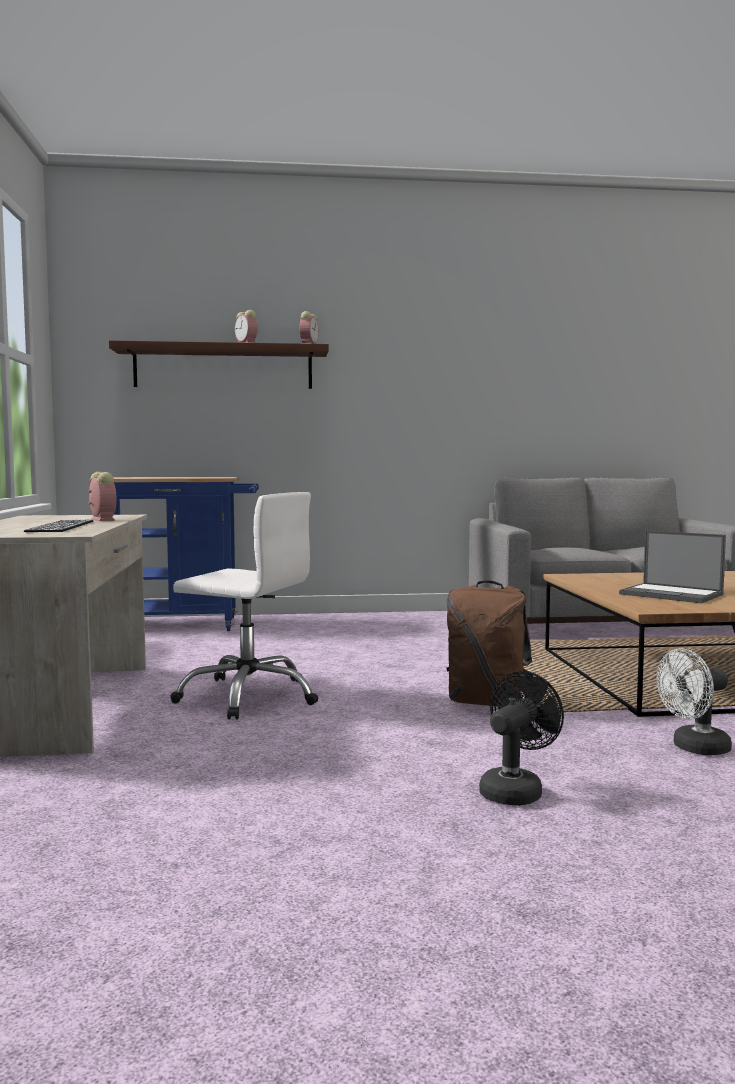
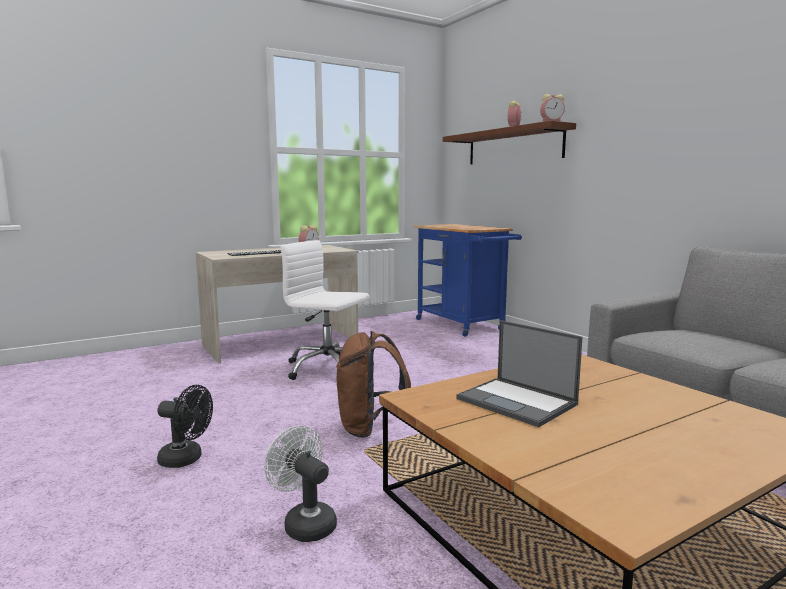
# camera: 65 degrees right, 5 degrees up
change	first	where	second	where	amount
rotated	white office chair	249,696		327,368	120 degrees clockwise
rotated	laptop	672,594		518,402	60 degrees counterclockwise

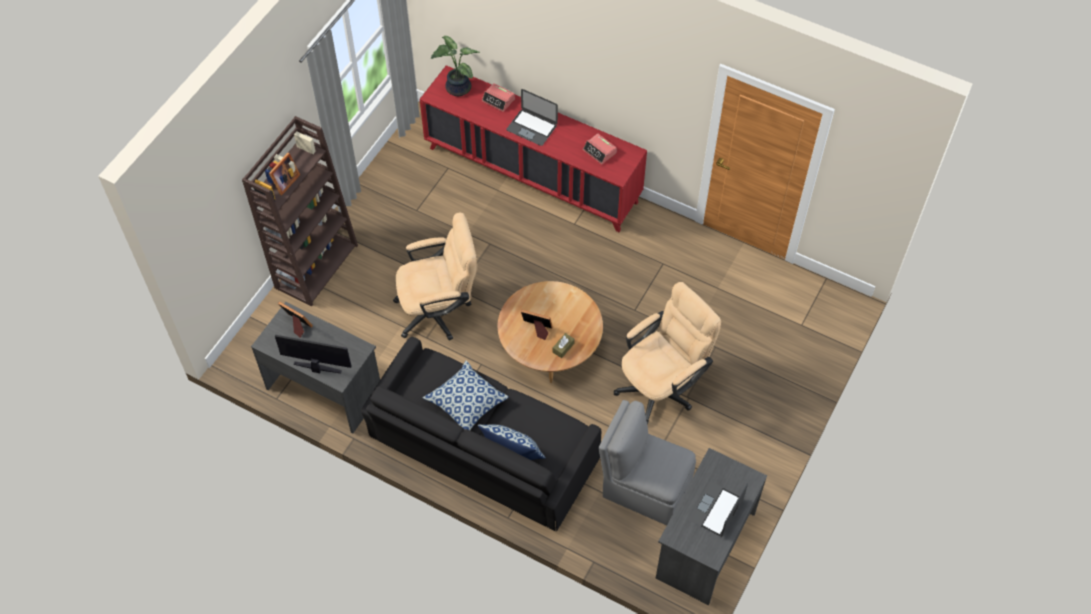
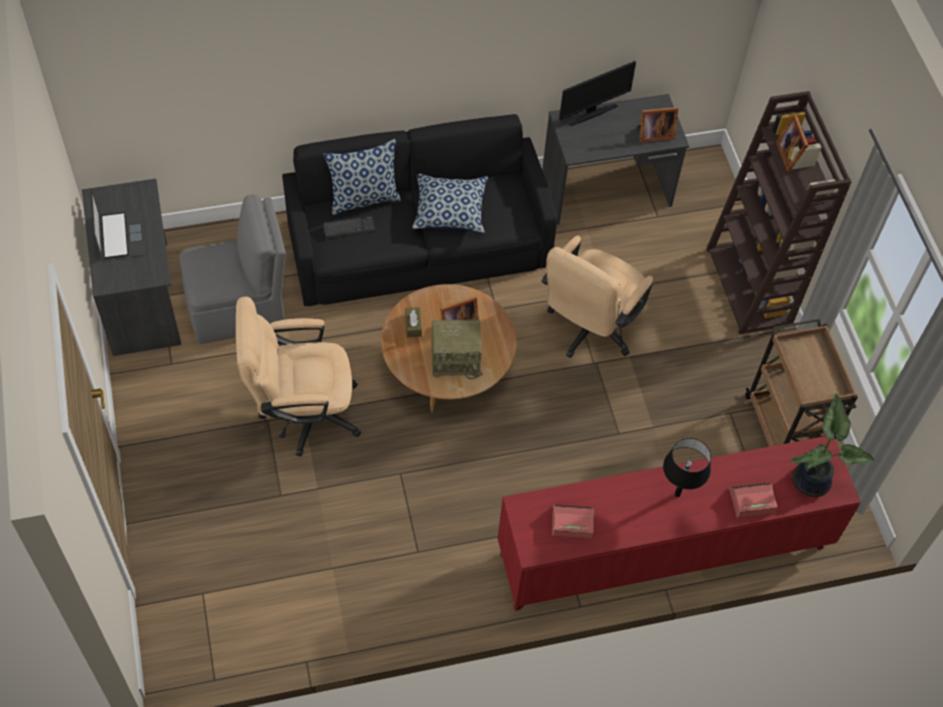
# camera: 135 degrees right, 0 degrees up
change	first	where	second	where	amount
swapped	laptop	532,127	black table lamp	677,494	
rotated	beige office chair	662,386		302,413	75 degrees clockwise
new			keyboard	349,228	
new			radio	456,360	
new			brown cart	785,429	

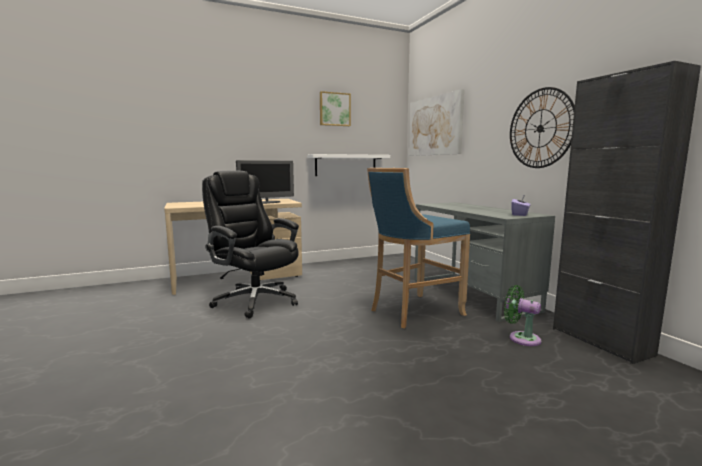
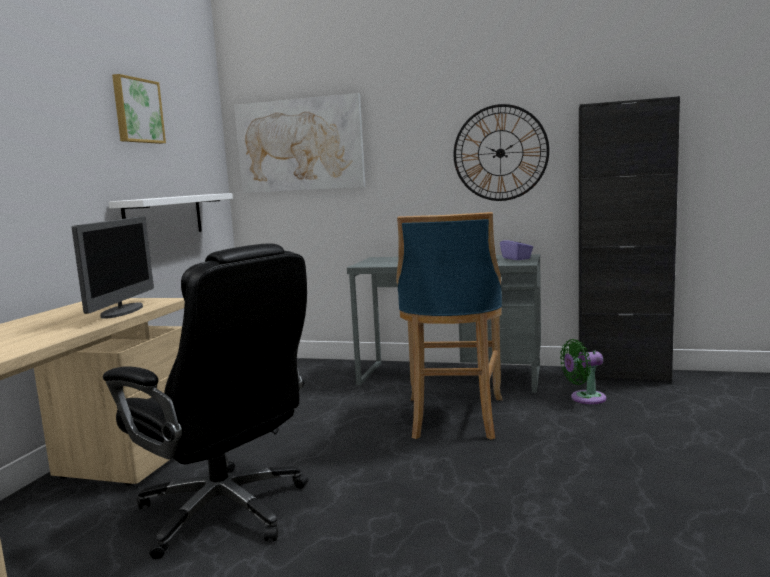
# camera: 50 degrees left, 0 degrees up
change	first	where	second	where	amount
rotated	black office chair	254,301		225,511	135 degrees counterclockwise

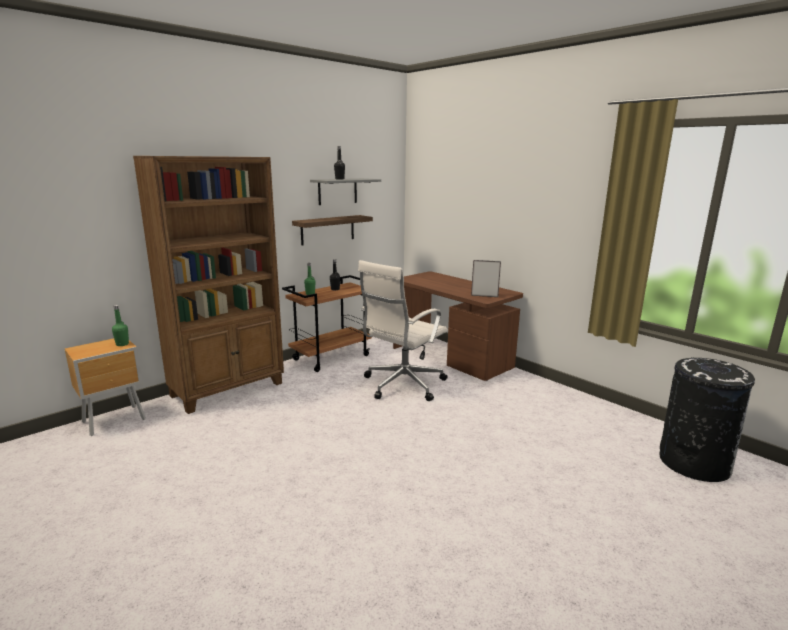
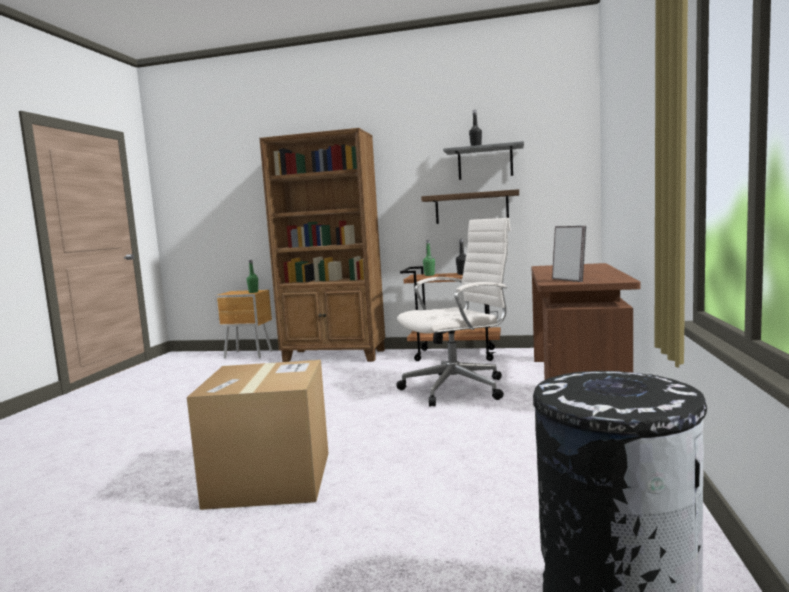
# camera: 55 degrees right, 10 degrees down
change	first	where	second	where	amount
rotated	white office chair	402,385		458,388	150 degrees clockwise
new			cardboard box	270,478	

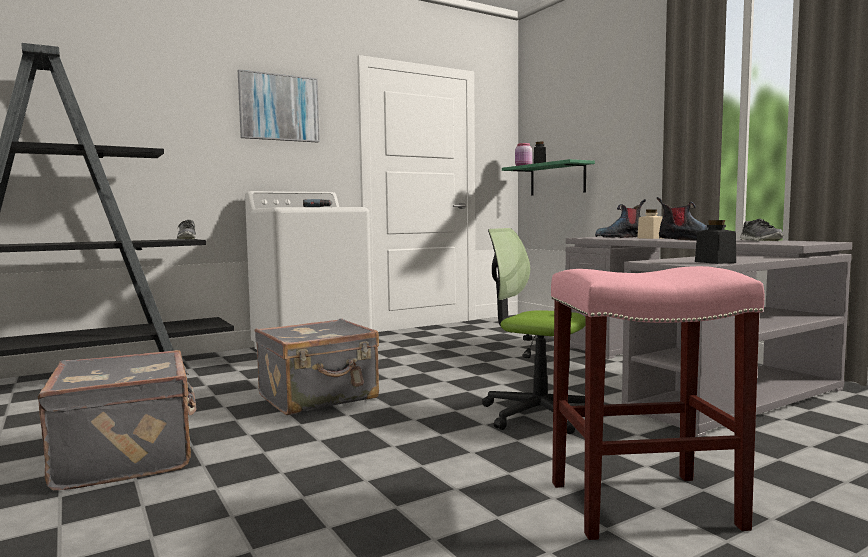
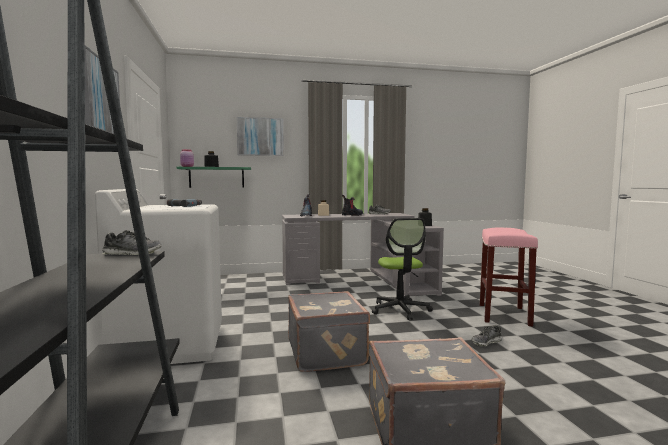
# camera: 70 degrees left, 0 degrees up
change	first	where	second	where	amount
rotated	office chair	537,414		400,310	60 degrees counterclockwise
new			picture	260,136	
new			shoe	486,342	

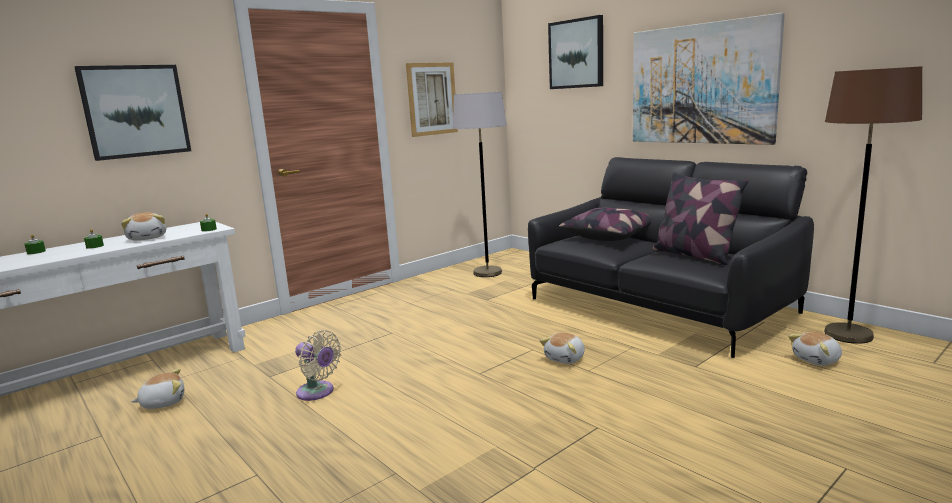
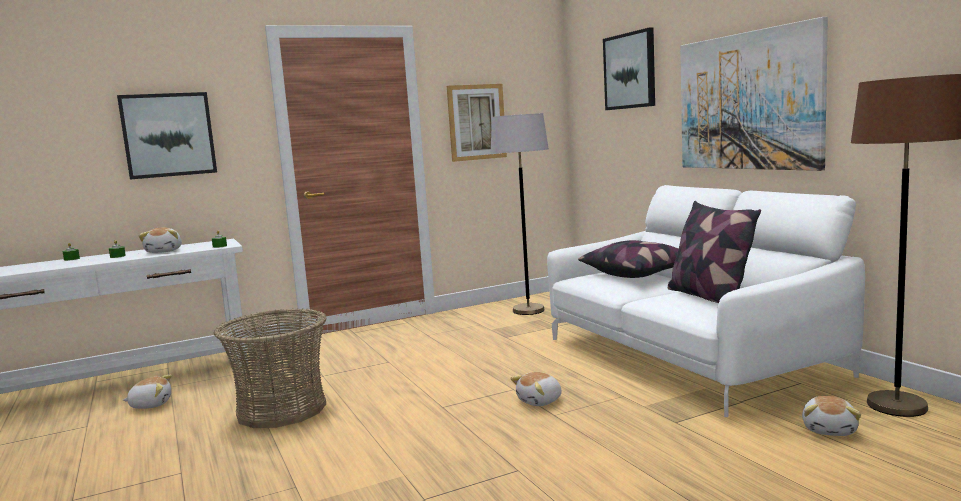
# camera: 15 degrees right, 5 degrees down
change	first	where	second	where	amount
repainted	black sofa	658,306	white sofa	688,357	
swapped	beige fan	318,392	basket	281,409	
rotated	plush toy	817,360		830,429	60 degrees counterclockwise

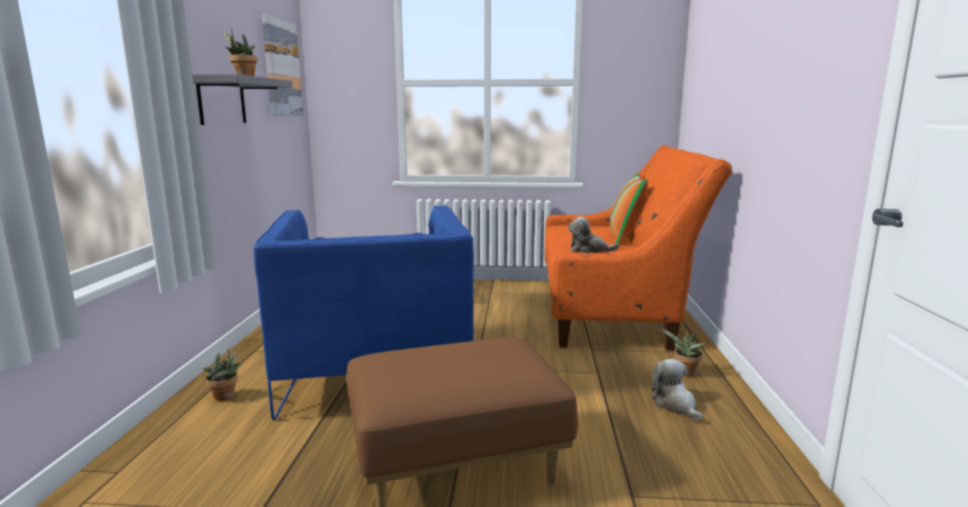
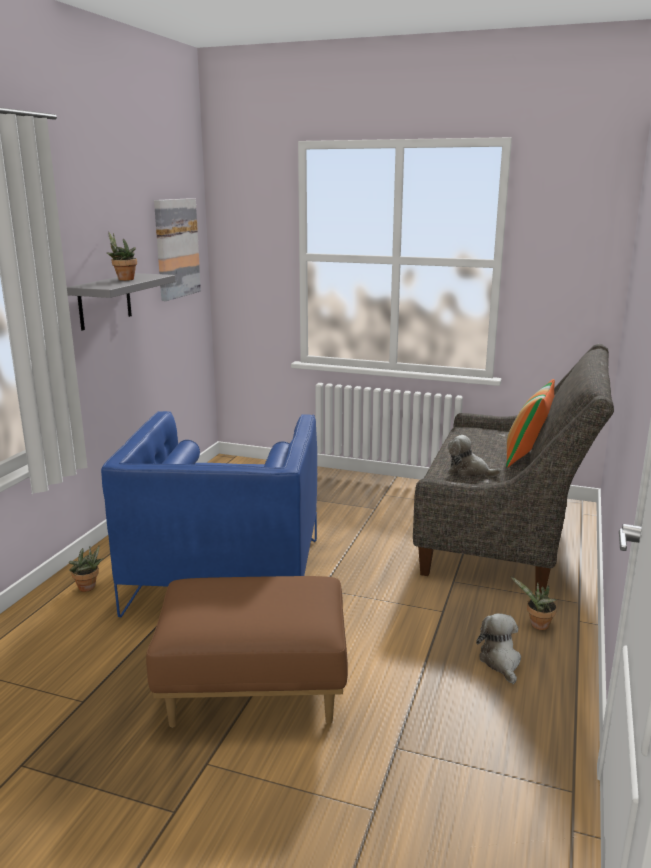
# camera: 15 degrees right, 5 degrees up
change	first	where	second	where	amount
repainted	orange sofa	614,312	grey sofa	508,536	

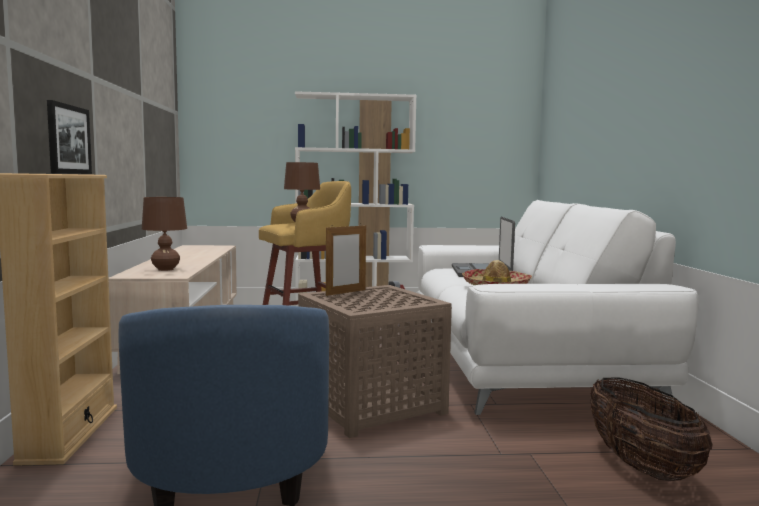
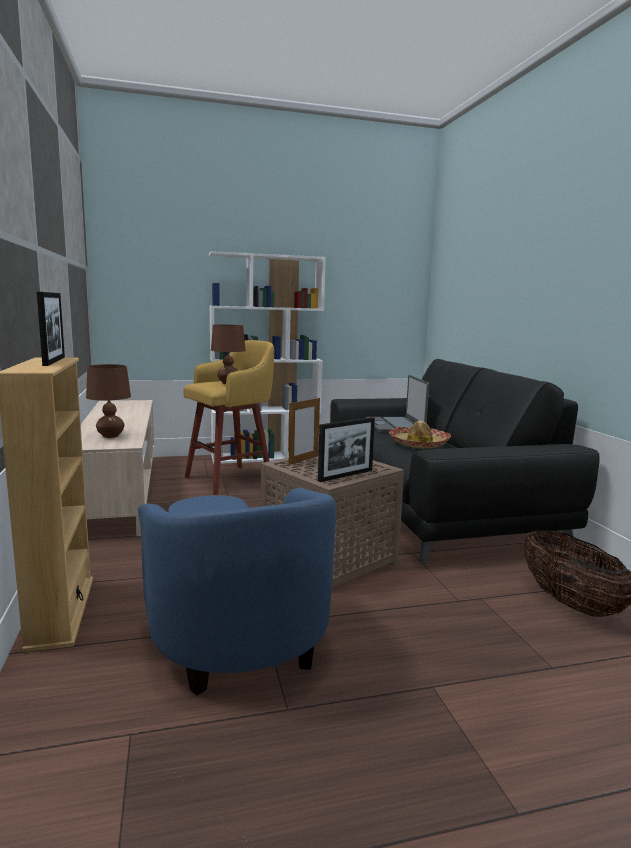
# camera: 10 degrees left, 5 degrees up
change	first	where	second	where	amount
repainted	white sofa	519,358	black sofa	432,502	
new			picture frame	345,475	

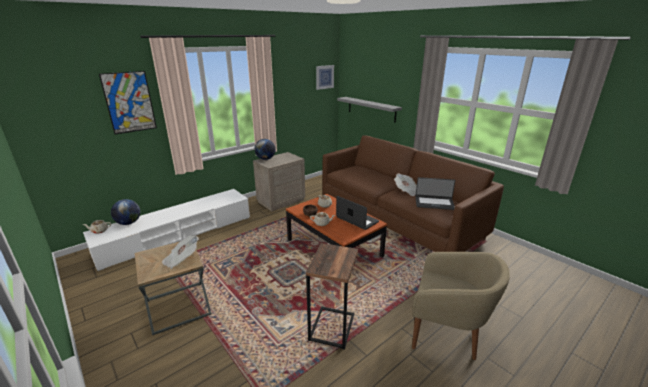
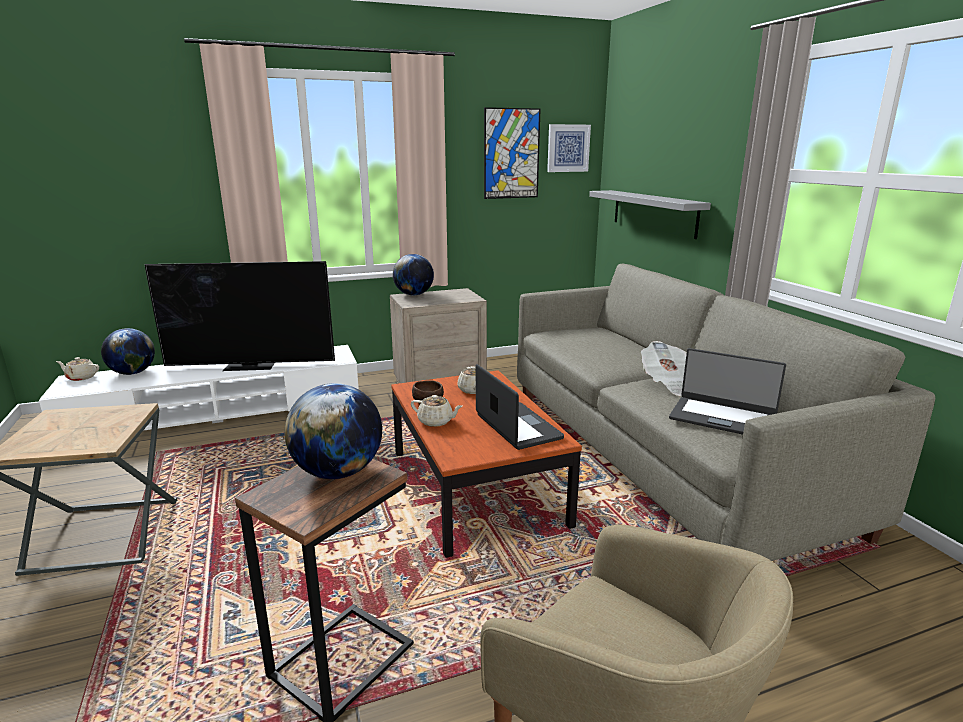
# camera: 20 degrees right, 5 degrees down
change	first	where	second	where	amount
shifted	picture	129,102		511,154	
repainted	brown sofa	397,220	grey sofa	661,456	
gone	newspaper	181,260			
new			television	251,365	
new			globe	338,472	

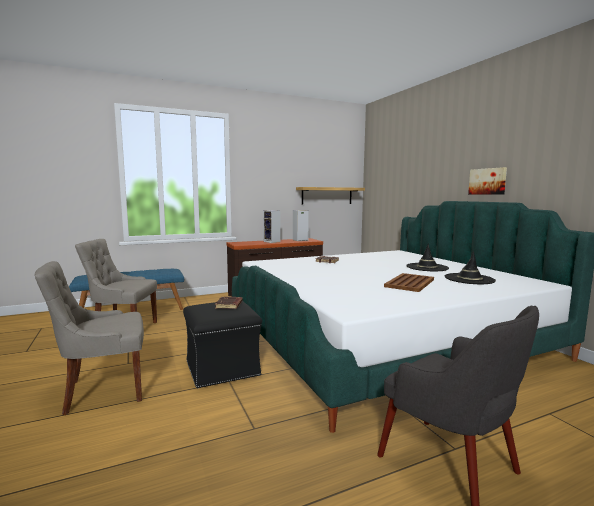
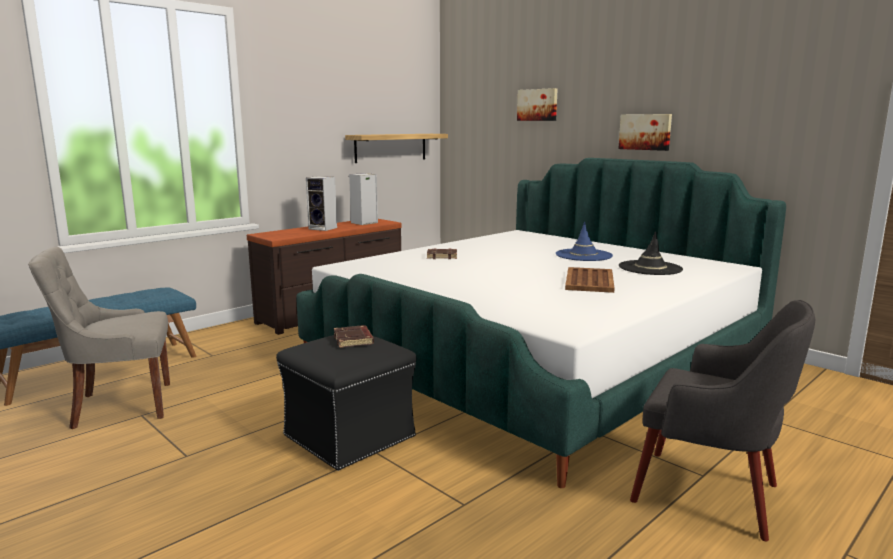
# camera: 20 degrees left, 5 degrees up
change	first	where	second	where	amount
repainted	black hat	427,267	blue hat	583,255	
gone	grey chair	102,390			
new			picture	538,105	

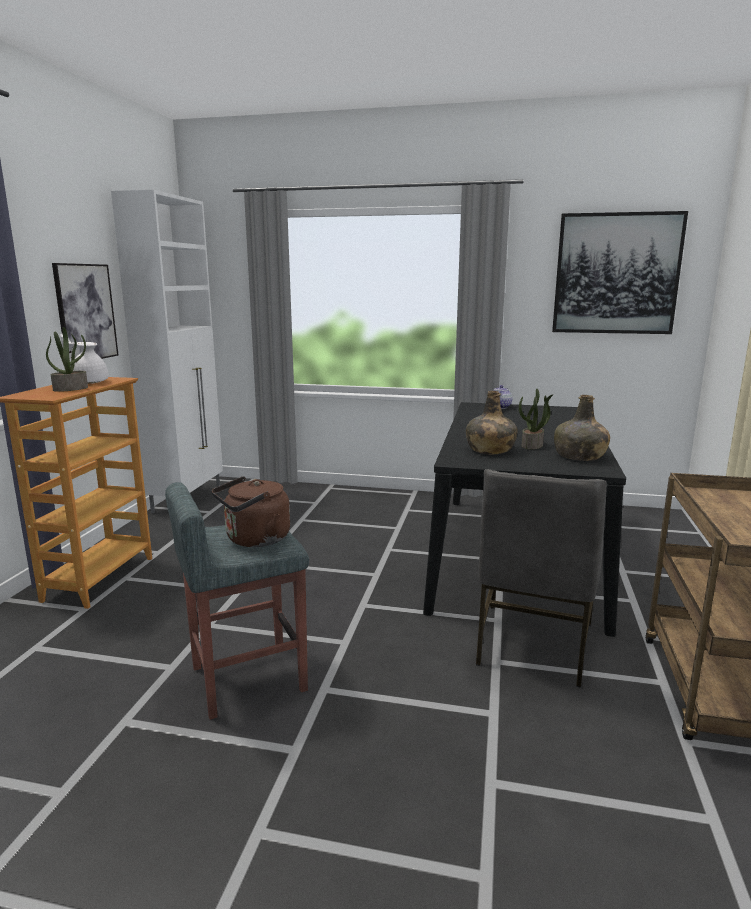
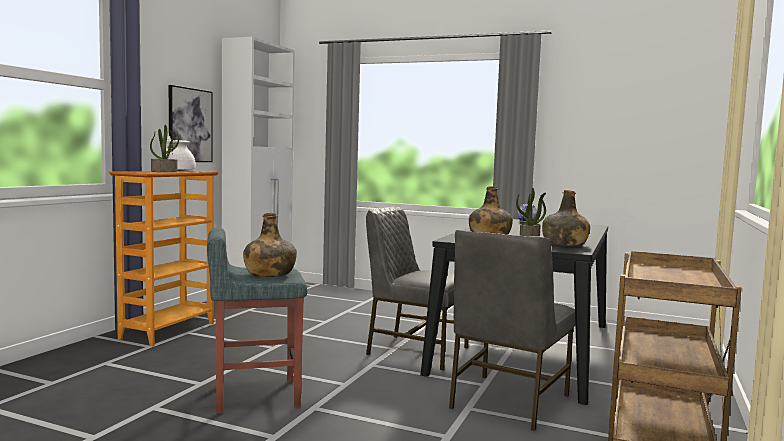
# camera: 10 degrees right, 10 degrees down
change	first	where	second	where	amount
gone	picture	616,274			
swapped	brown kettle	254,540	green bottle	269,274	
new			grey chair	415,351	

